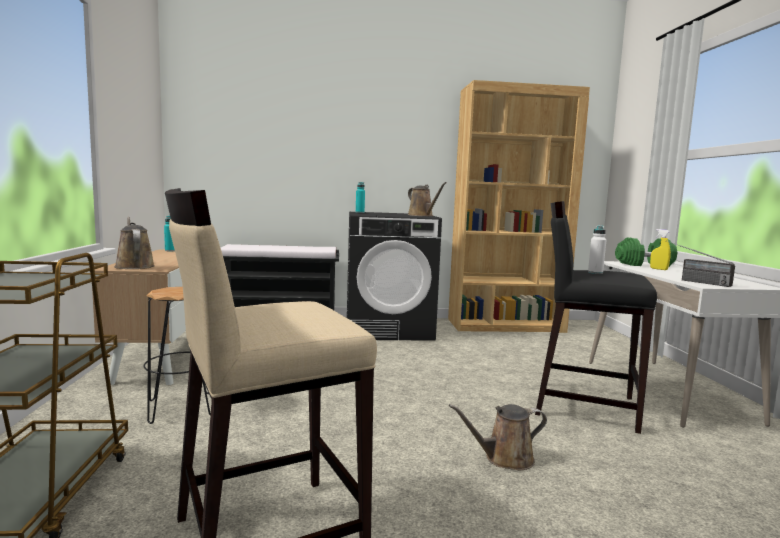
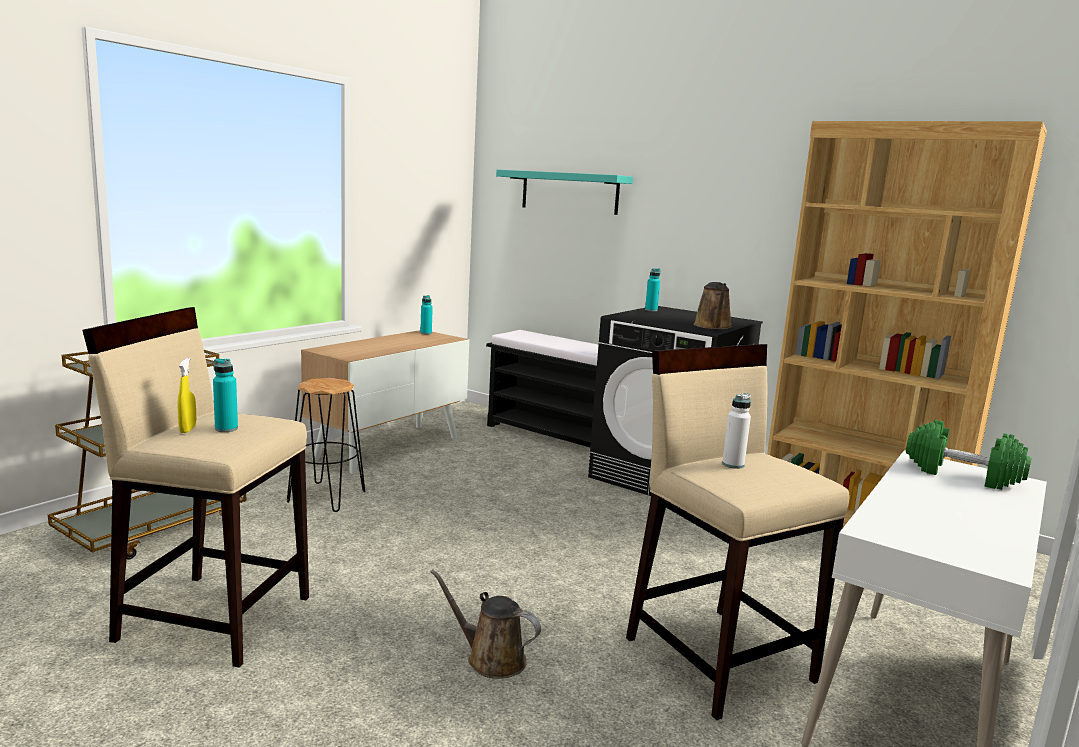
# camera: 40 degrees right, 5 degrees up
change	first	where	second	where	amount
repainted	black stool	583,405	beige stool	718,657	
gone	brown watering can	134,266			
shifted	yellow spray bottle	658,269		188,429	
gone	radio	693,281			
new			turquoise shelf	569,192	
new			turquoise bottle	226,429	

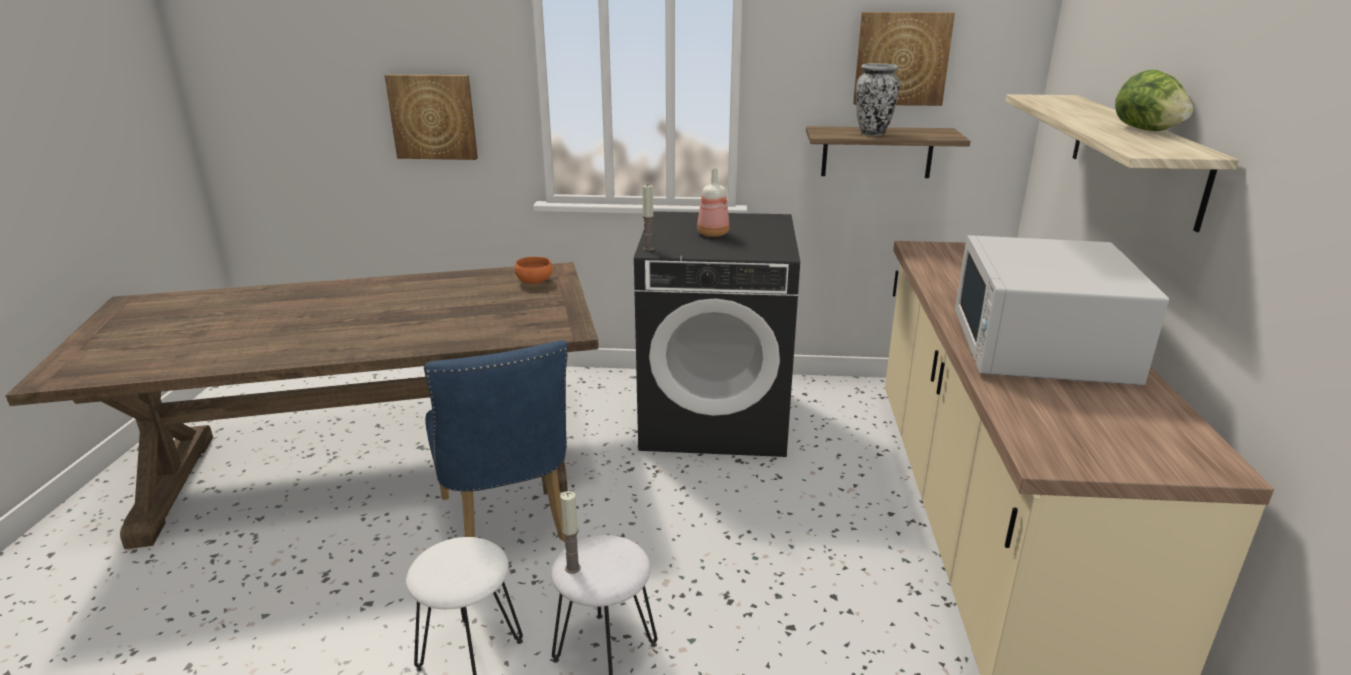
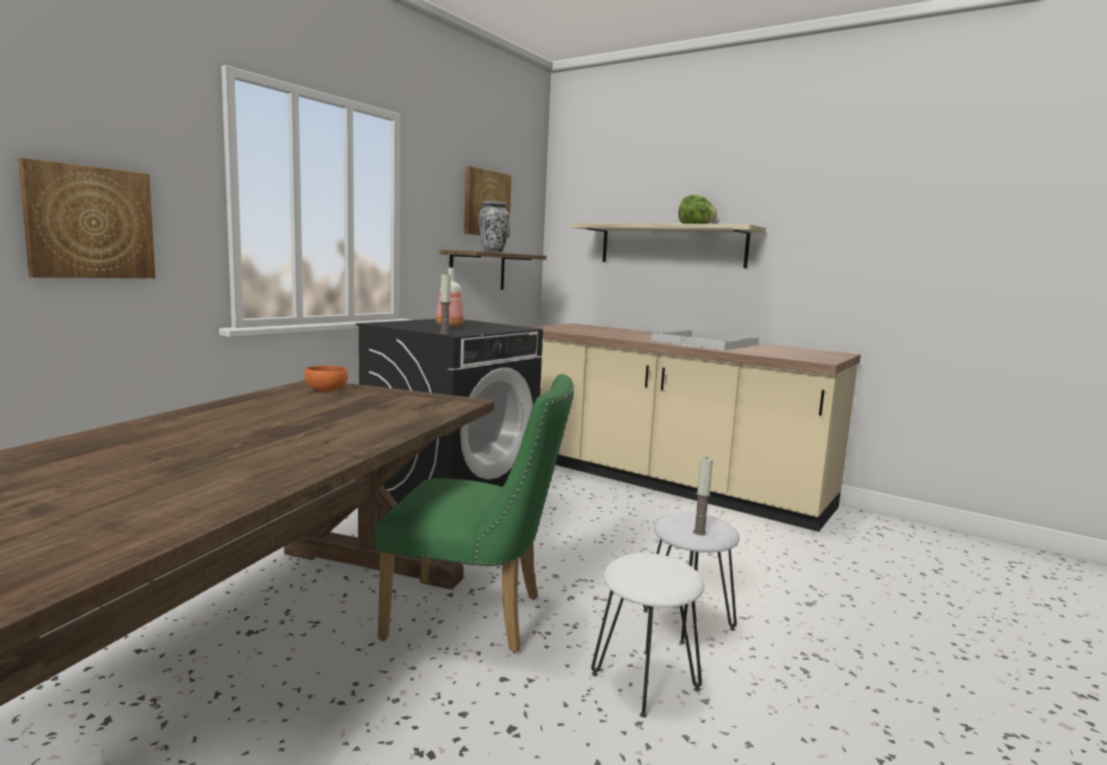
# camera: 60 degrees left, 15 degrees down
change	first	where	second	where	amount
swapped	white microwave	1039,348	white tray	706,343	
repainted	blue chair	507,526	green chair	477,618	

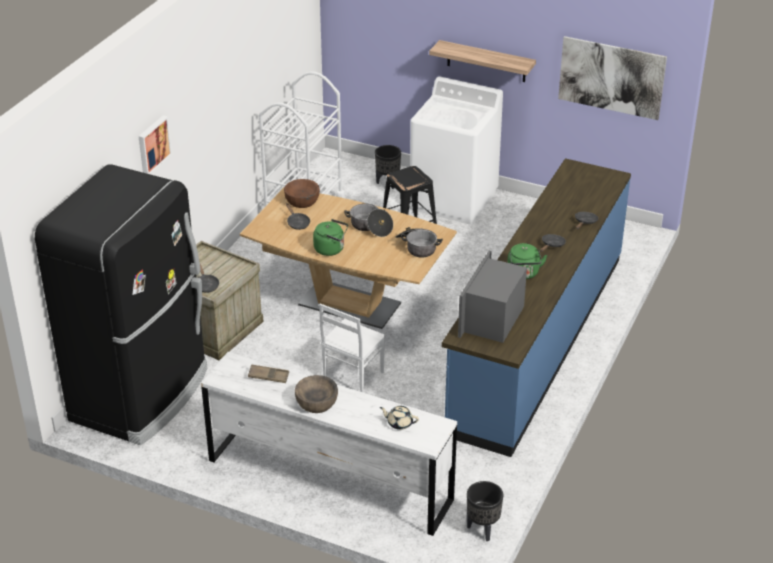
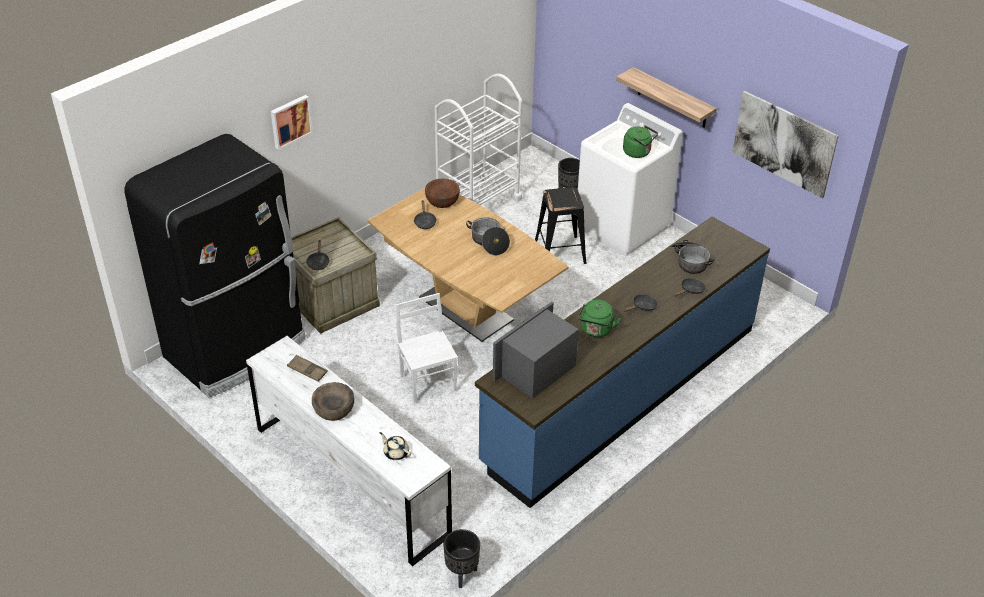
# camera: 20 degrees right, 5 degrees up
change	first	where	second	where	amount
shifted	green kettle	331,249		638,152	
shifted	cooking pot	417,247		689,261	
rotated	white chair	352,376		428,382	105 degrees clockwise

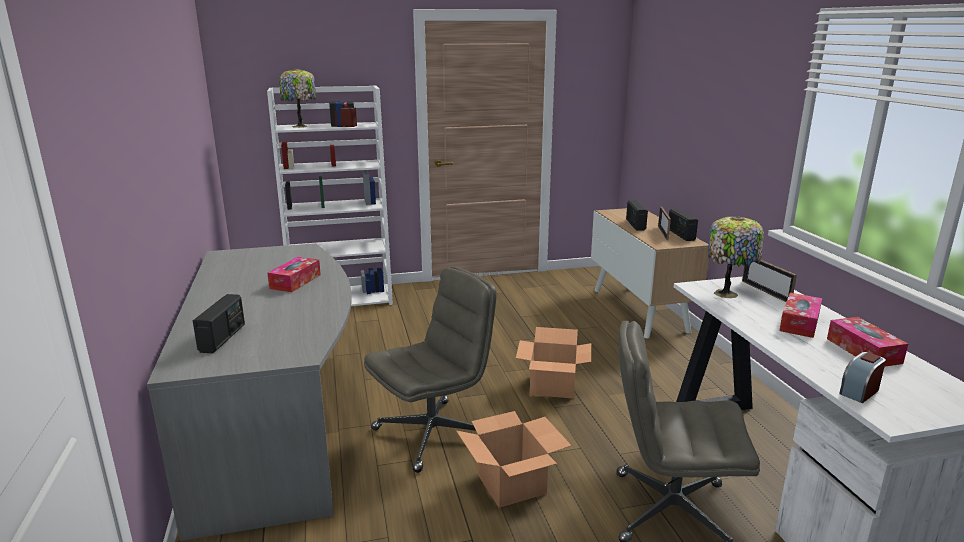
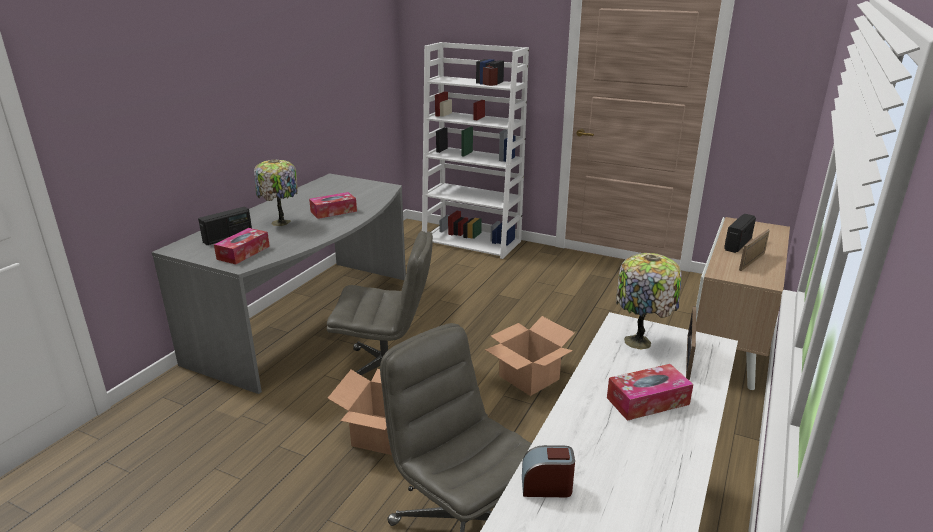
# camera: 40 degrees right, 5 degrees up
change	first	where	second	where	amount
shifted	table lamp	301,126		281,223	
gone	radio	680,234			
shifted	tissue box	863,351		243,253	

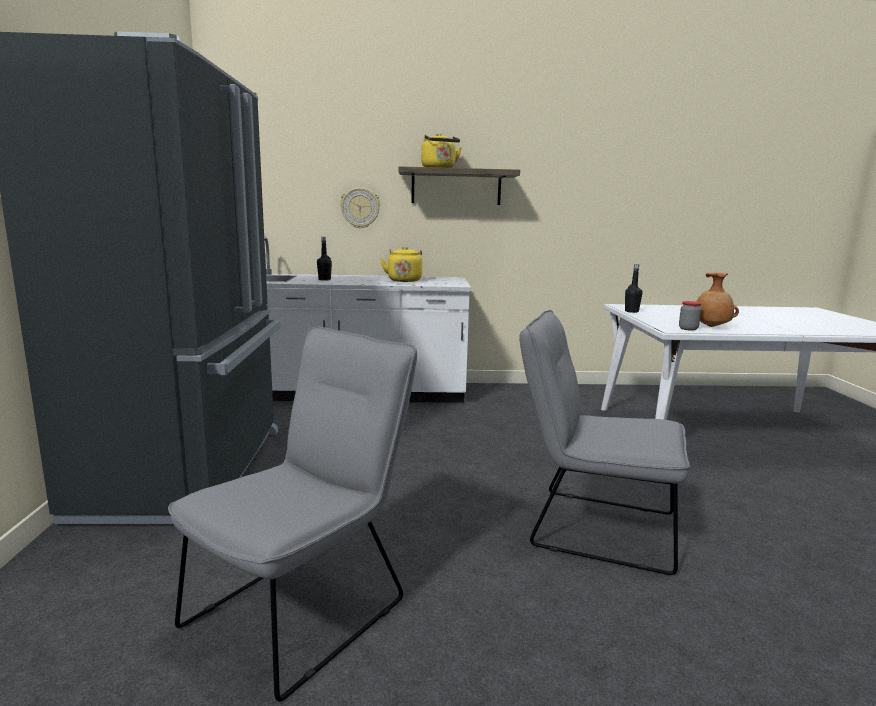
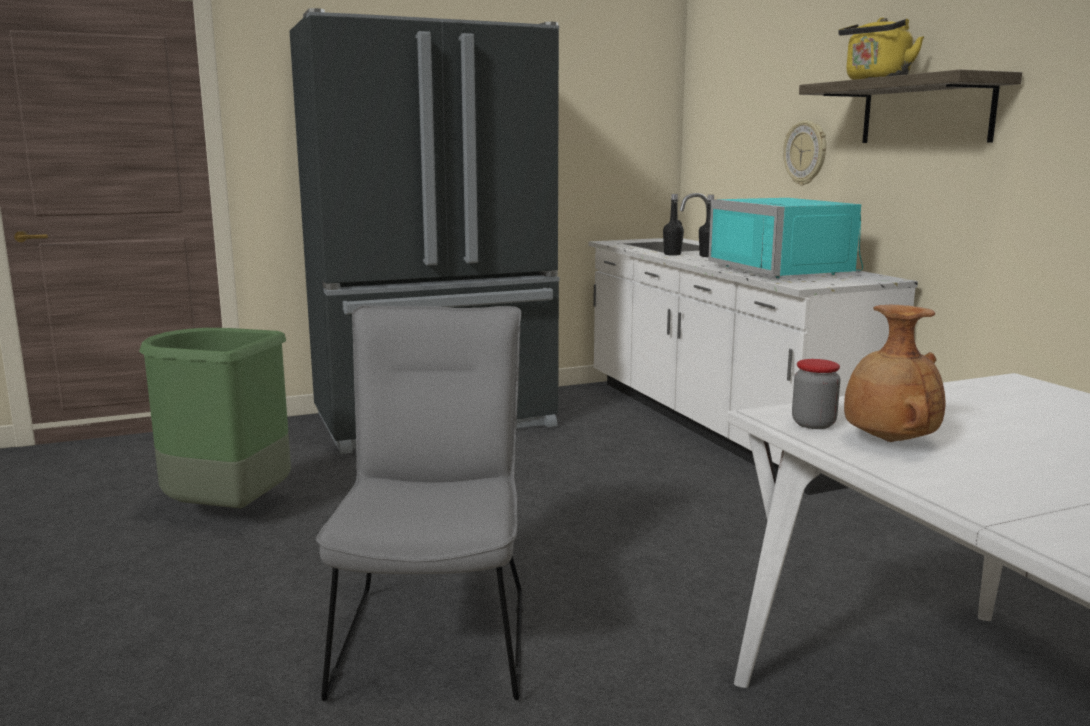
# camera: 70 degrees right, 0 degrees up
change	first	where	second	where	amount
swapped	yellow kettle	404,280	turquoise microwave	788,270	
shifted	black bottle	631,311		672,254	
swapped	grey chair	307,605	green trash can	226,512	

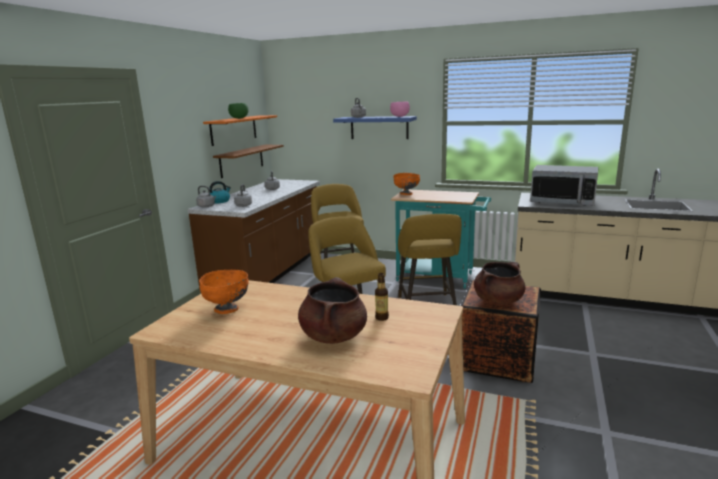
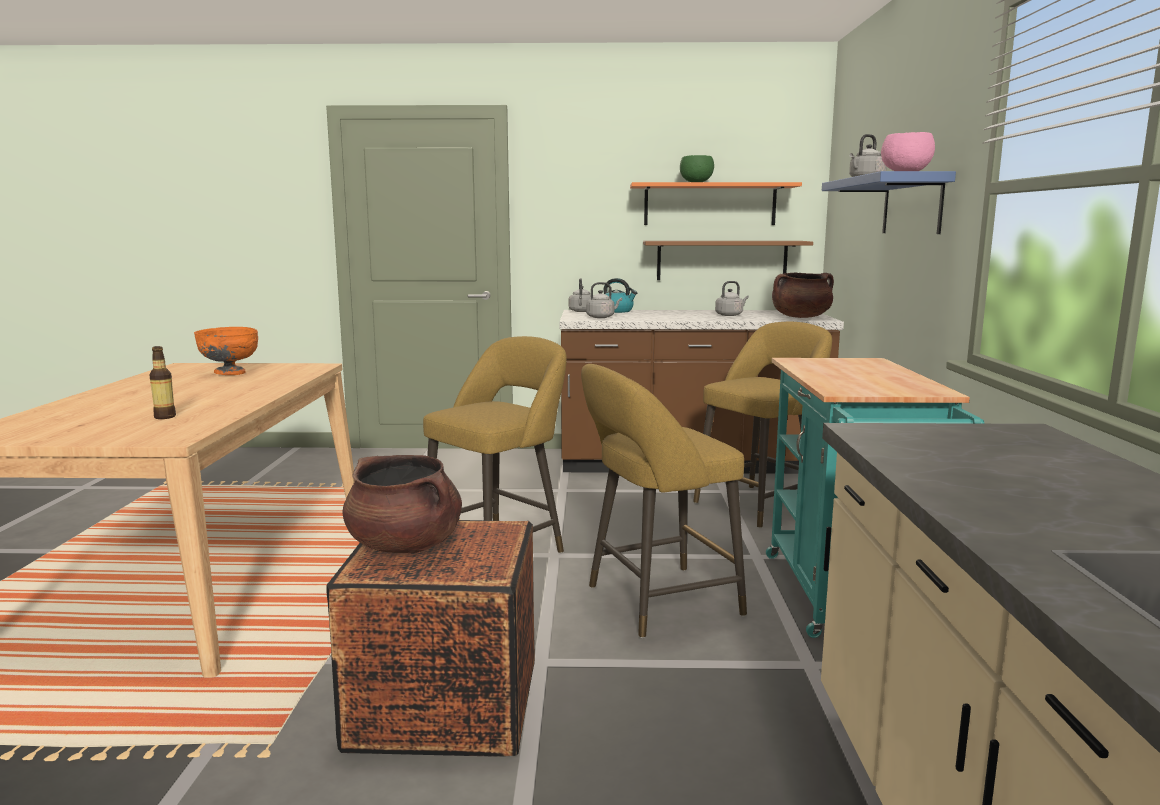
# camera: 70 degrees right, 5 degrees down
change	first	where	second	where	amount
gone	microwave	562,201			
gone	orange bowl	406,194			
shifted	brown cooking pot	333,336		801,317	

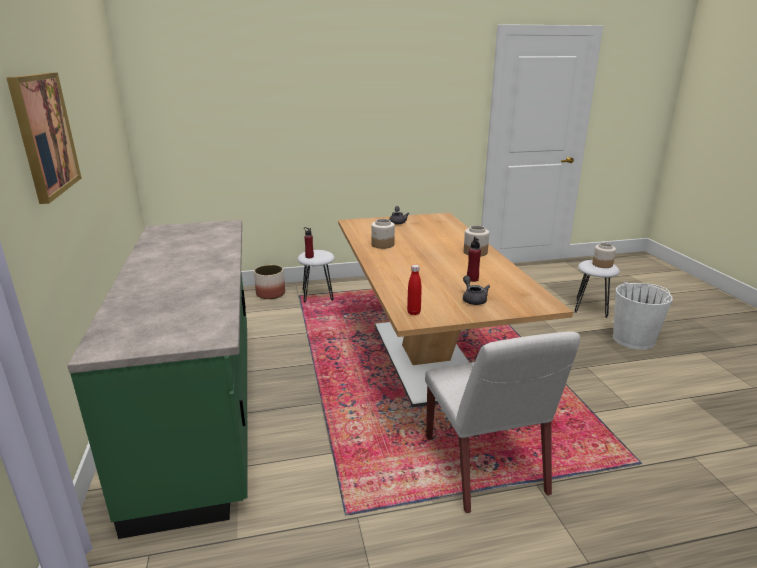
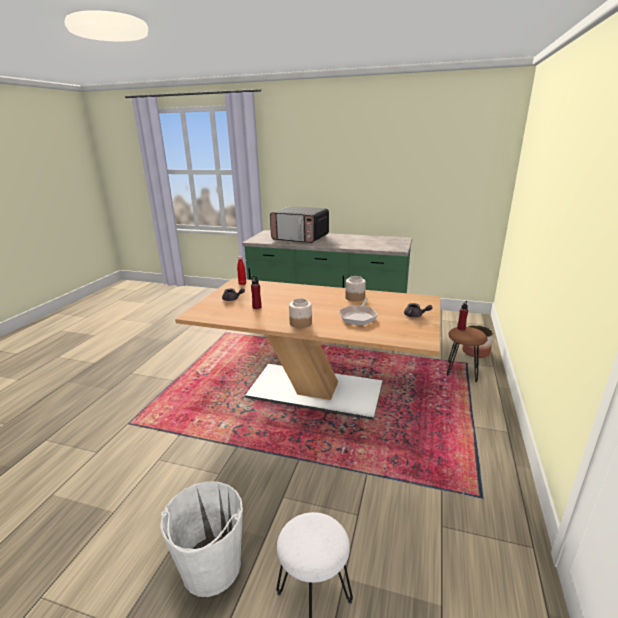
# camera: 120 degrees right, 0 degrees up
change	first	where	second	where	amount
gone	picture	44,134			
gone	jar	602,264			
repainted	white stool	318,296	brown stool	462,372	
gone	white chair	485,466			
new			microwave	301,238	
new			frying pan	358,317	

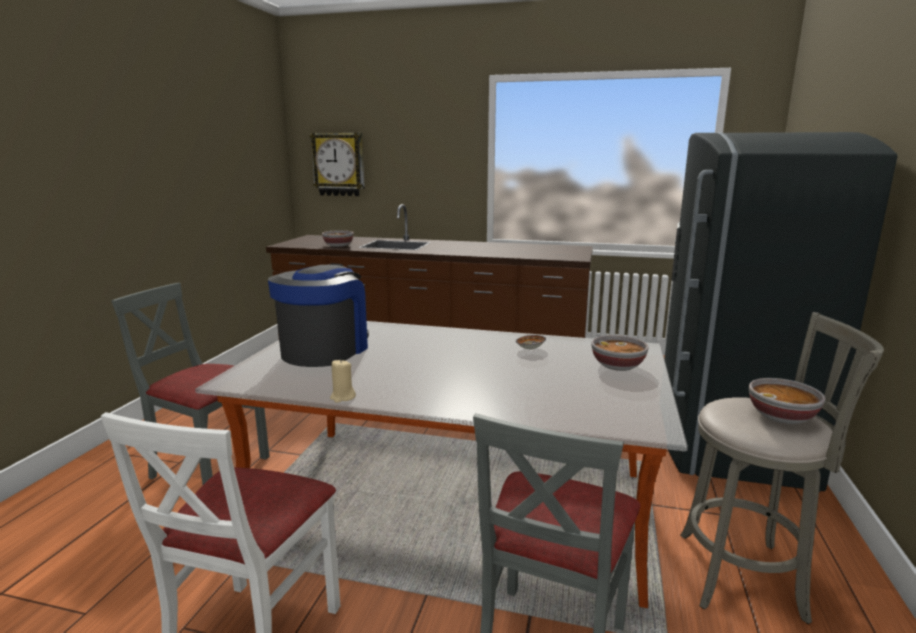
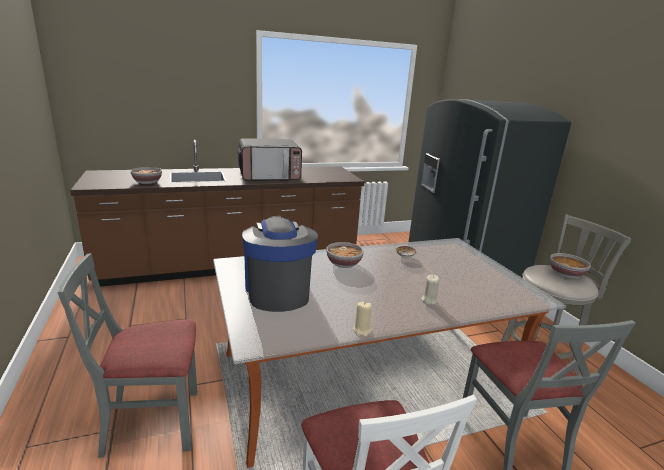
# camera: 35 degrees left, 5 degrees up
change	first	where	second	where	amount
gone	wall clock	339,164			
shifted	bowl	617,366		344,264	
new			microwave	269,176	
new			beige candle	429,300	

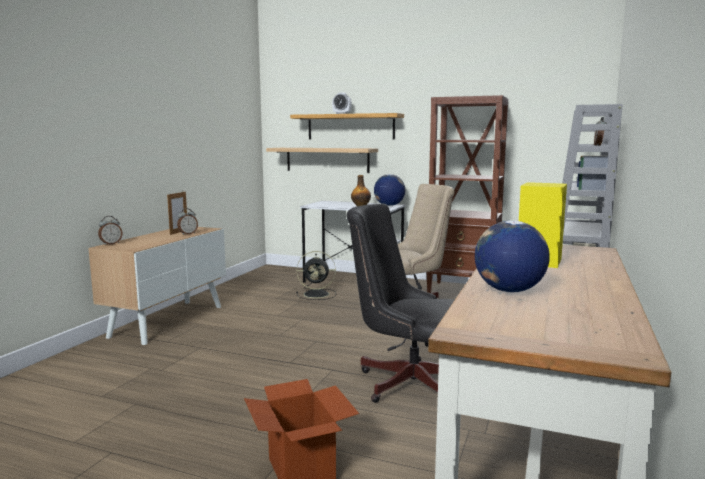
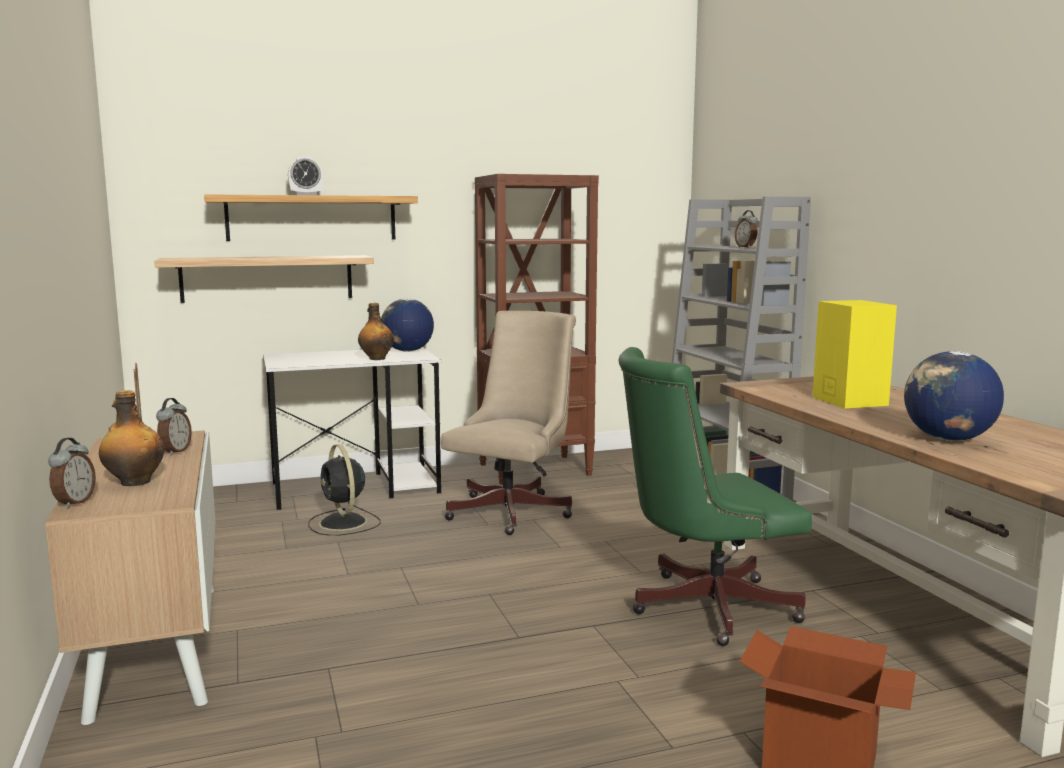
# camera: 40 degrees left, 0 degrees up
change	first	where	second	where	amount
repainted	black office chair	406,381	green office chair	702,607	
rotated	black fan	317,294		343,523	105 degrees clockwise
new			bottle	134,482	

